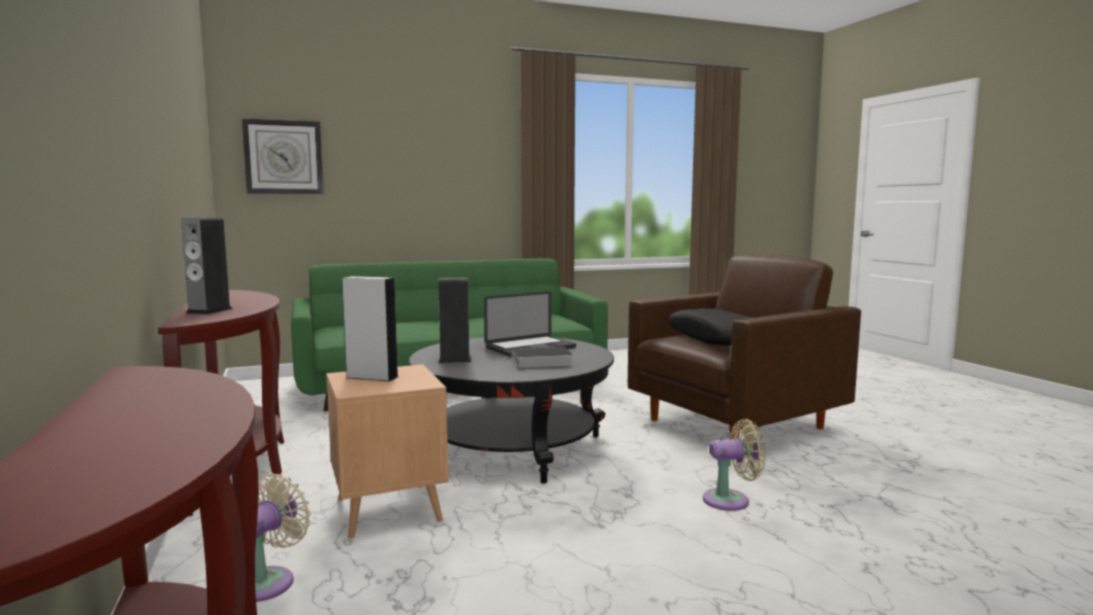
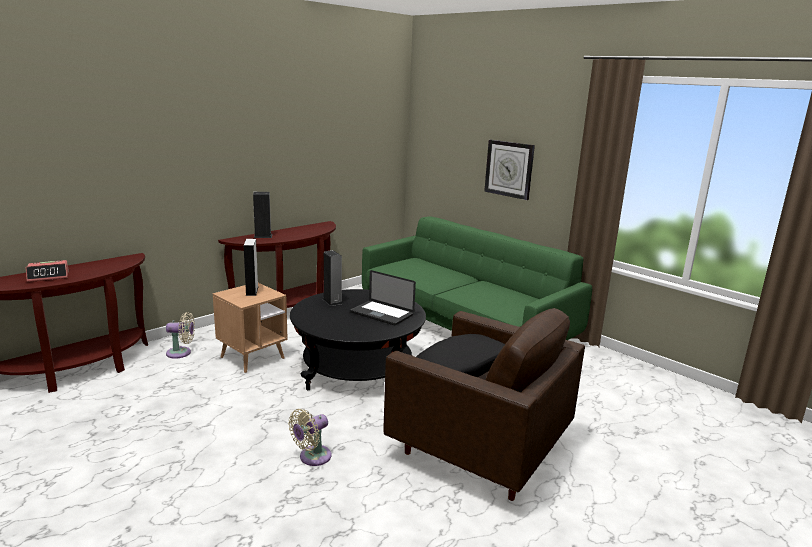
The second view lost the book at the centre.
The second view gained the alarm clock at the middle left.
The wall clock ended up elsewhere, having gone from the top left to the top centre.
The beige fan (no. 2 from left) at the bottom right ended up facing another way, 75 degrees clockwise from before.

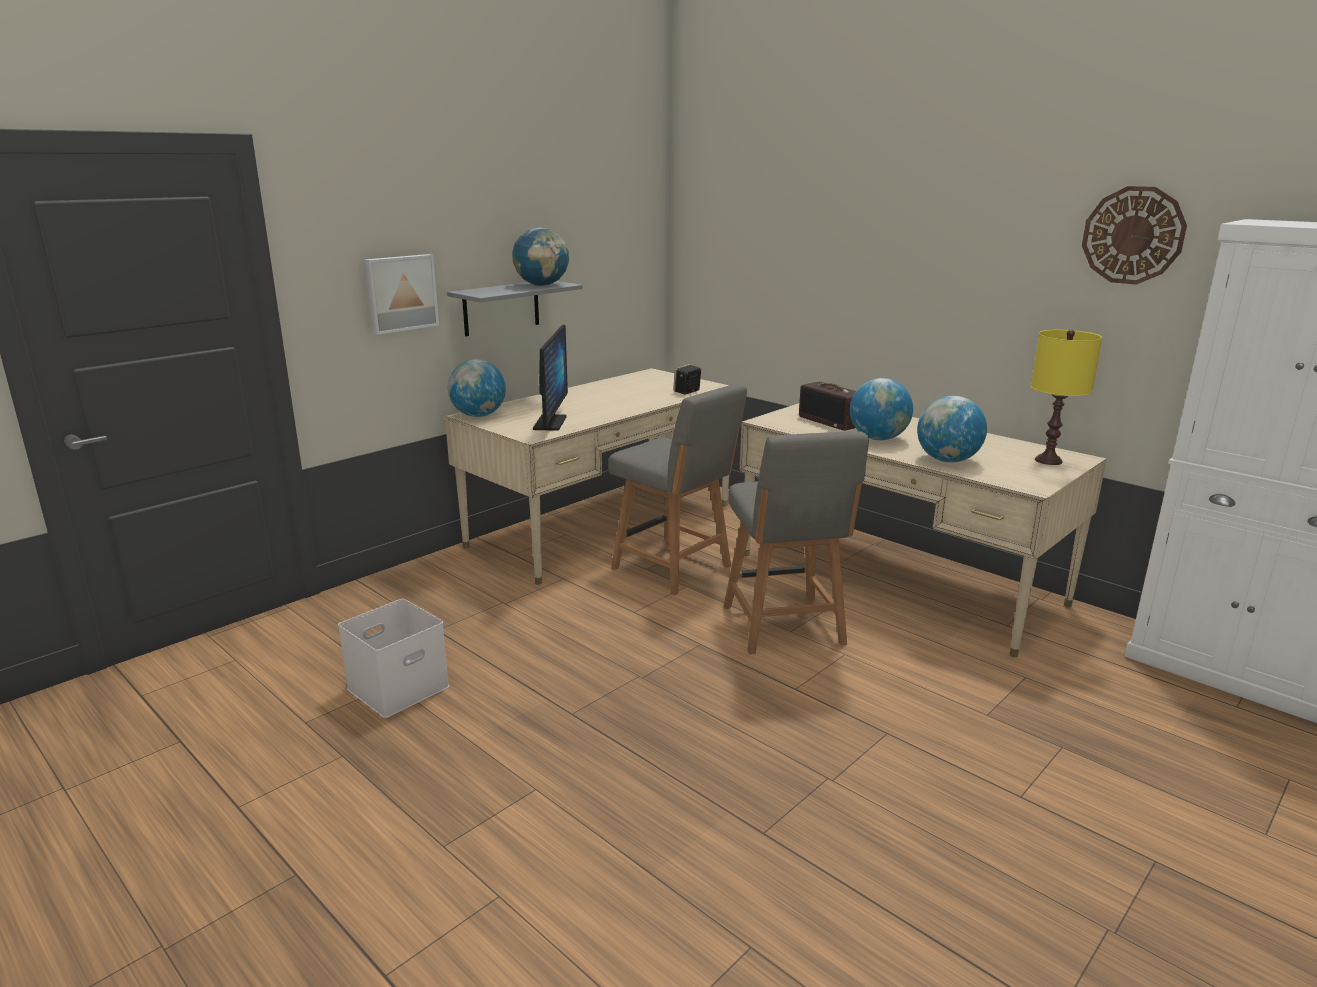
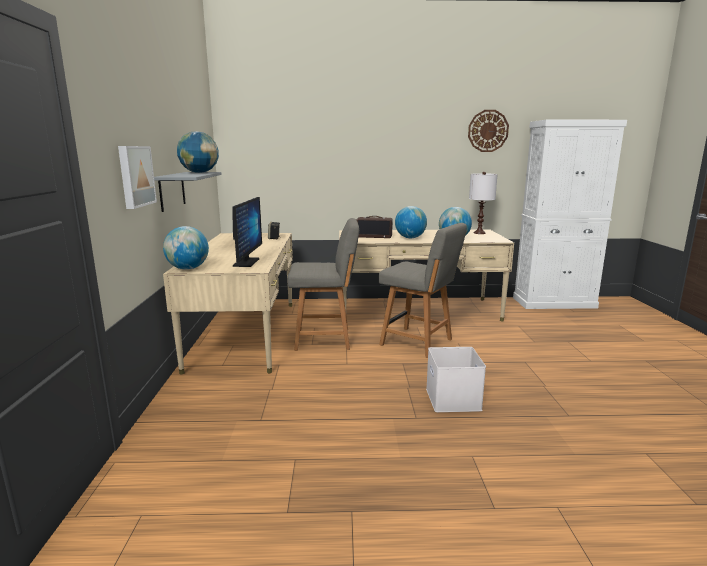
The white storage box ended up elsewhere, having gone from the bottom left to the bottom centre.
What was the yellow table lamp at the middle right turned into the white table lamp at the middle right.
The monitor at the centre ended up facing another way, 45 degrees clockwise from before.

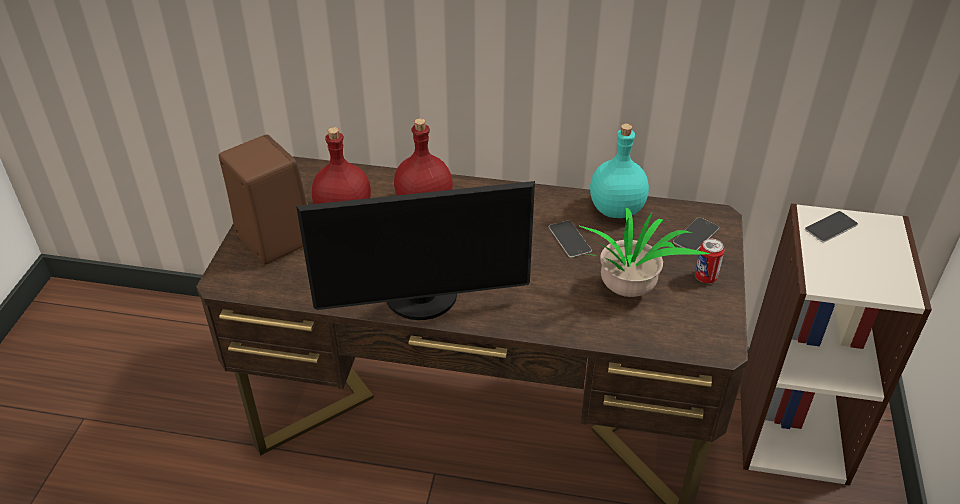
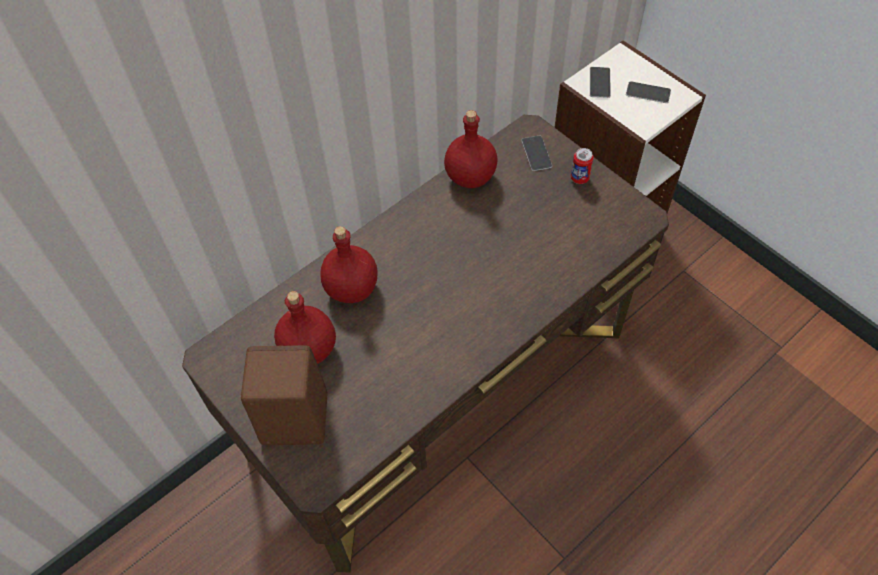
The second view lost the monitor at the centre.
The second view lost the potted plant at the middle right.
The phone (no. 1 from left in the first image) ended up elsewhere, having gone from the centre to the top right.
What was the turquoise bottle at the centre turned into the red bottle (no. 3 from left) at the top centre.

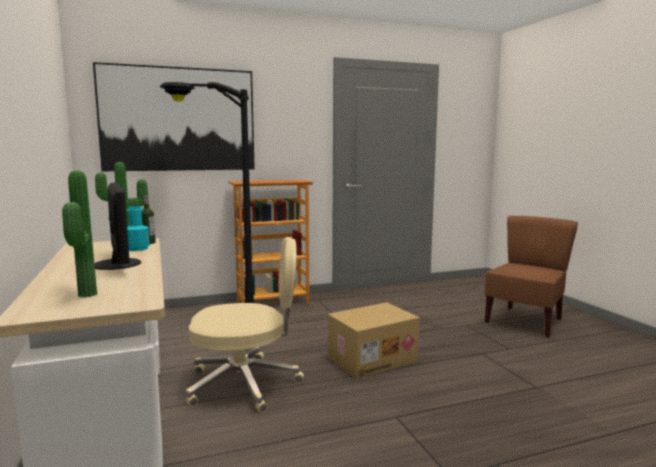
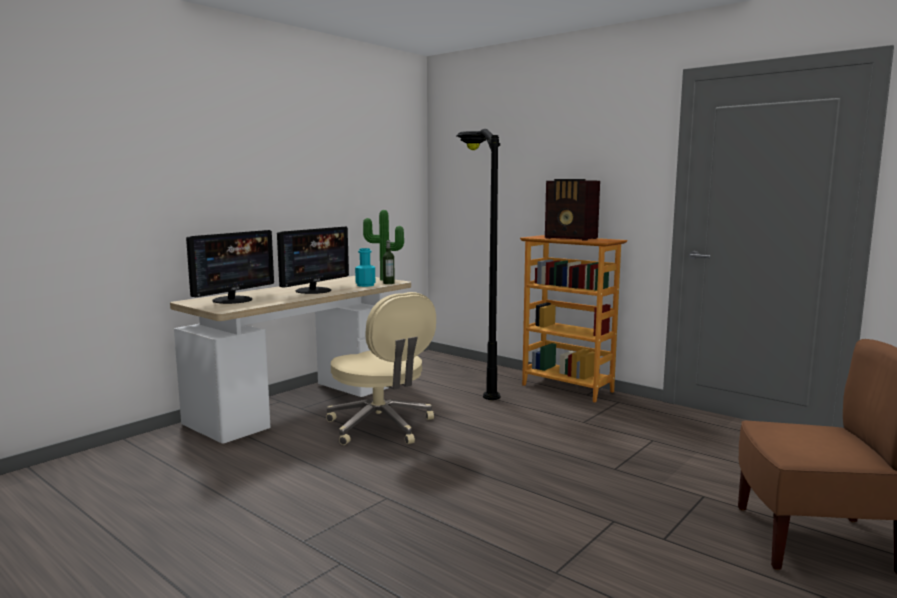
The second view lost the picture at the top left.
The second view lost the cardboard box at the bottom centre.
The second view gained the radio at the centre.
Where the potted plant (no. 1 from left) stood at the middle left, the monitor (no. 1 from left) came to stand at the middle left.

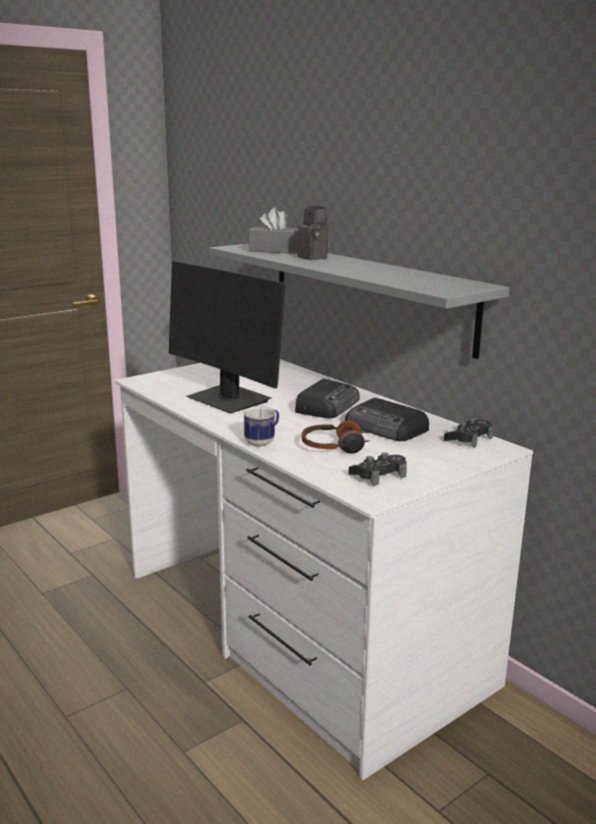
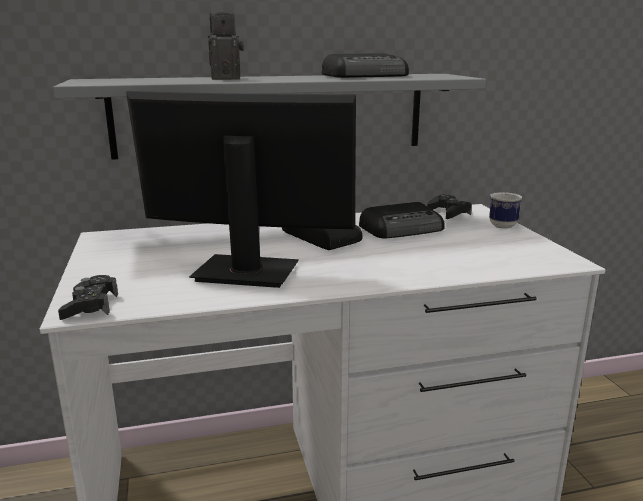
The second view lost the grey tissue box at the top centre.
The second view lost the headphones at the centre.
The second view gained the radio (no. 2 from left) at the top centre.
The mug ended up elsewhere, having gone from the centre to the middle right.
The black game controller (no. 1 from left) ended up elsewhere, having gone from the centre to the middle left.
The monitor at the centre ended up facing another way, 150 degrees counterclockwise from before.

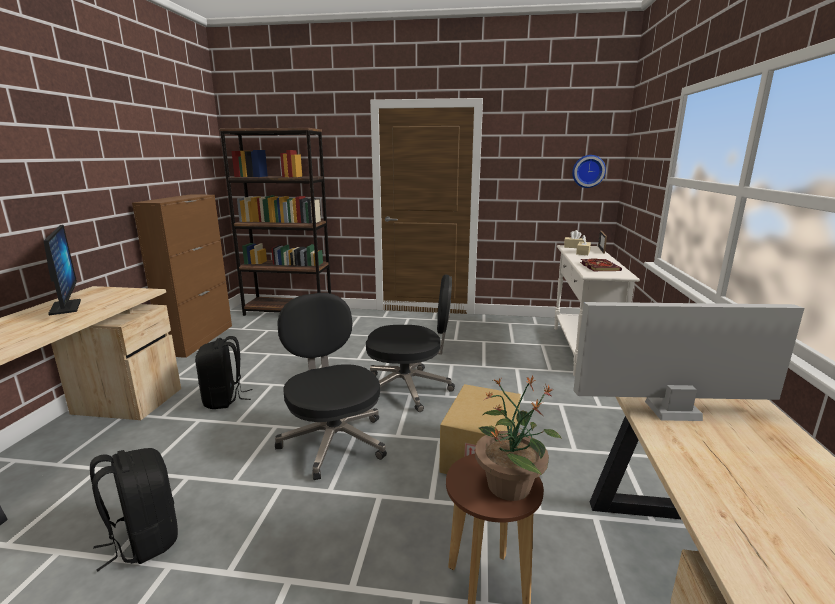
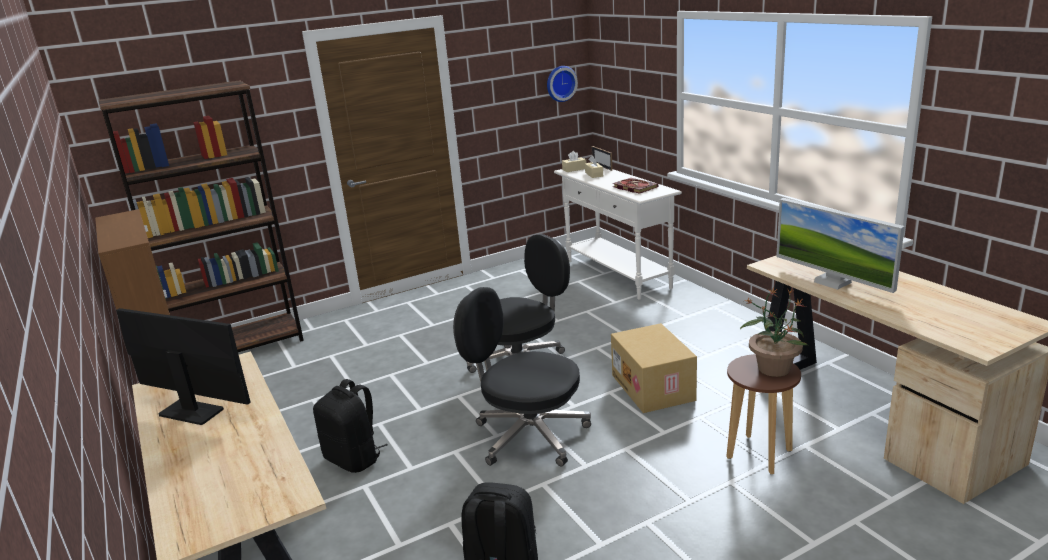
The monitor (no. 2 from left) at the middle right ended up facing another way, 90 degrees counterclockwise from before.

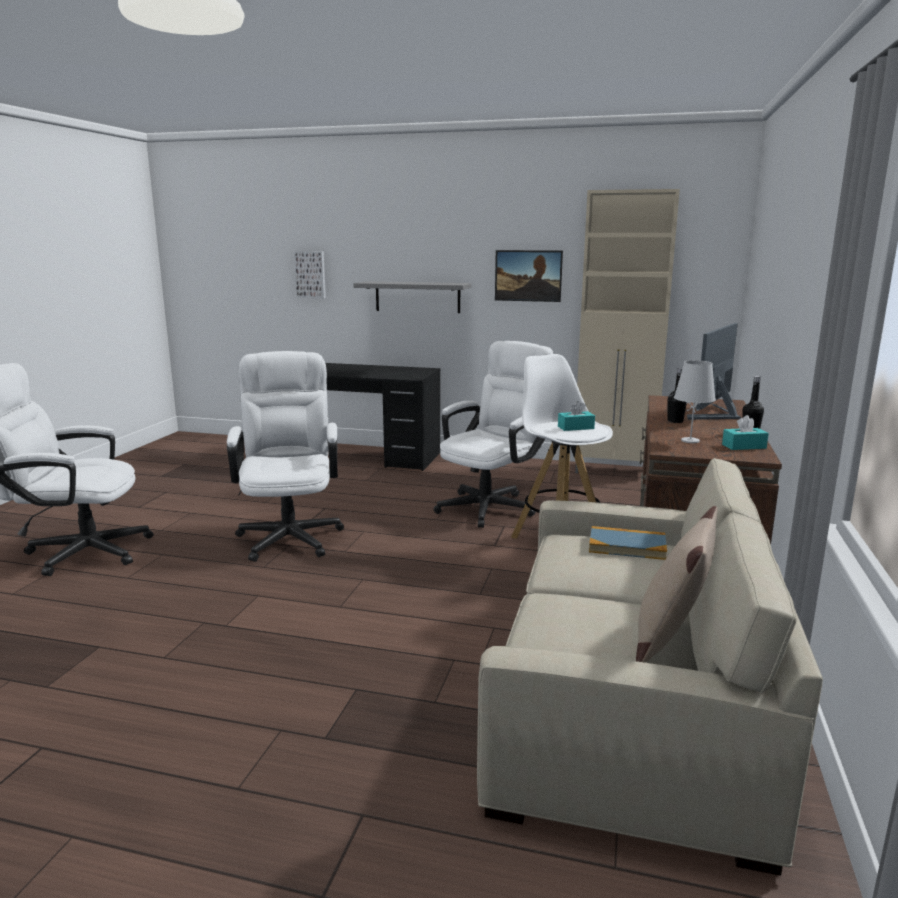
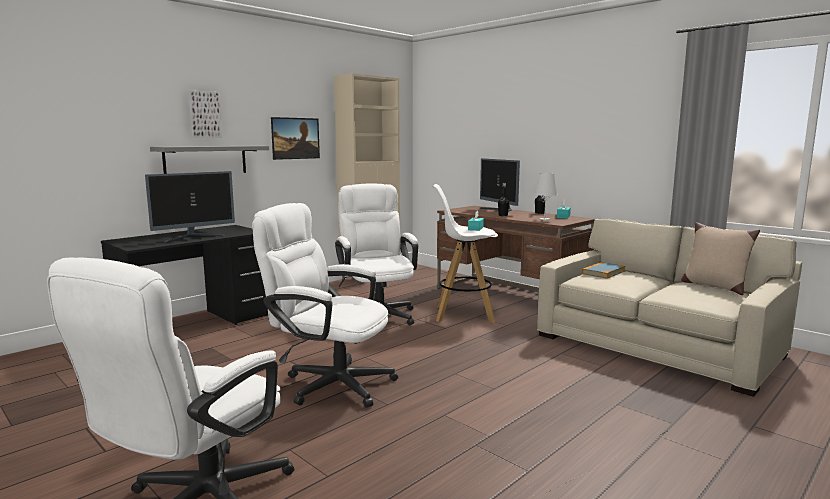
The second view gained the monitor (no. 1 from left) at the middle left.
The picture (no. 1 from left) ended up elsewhere, having gone from the top centre to the top left.

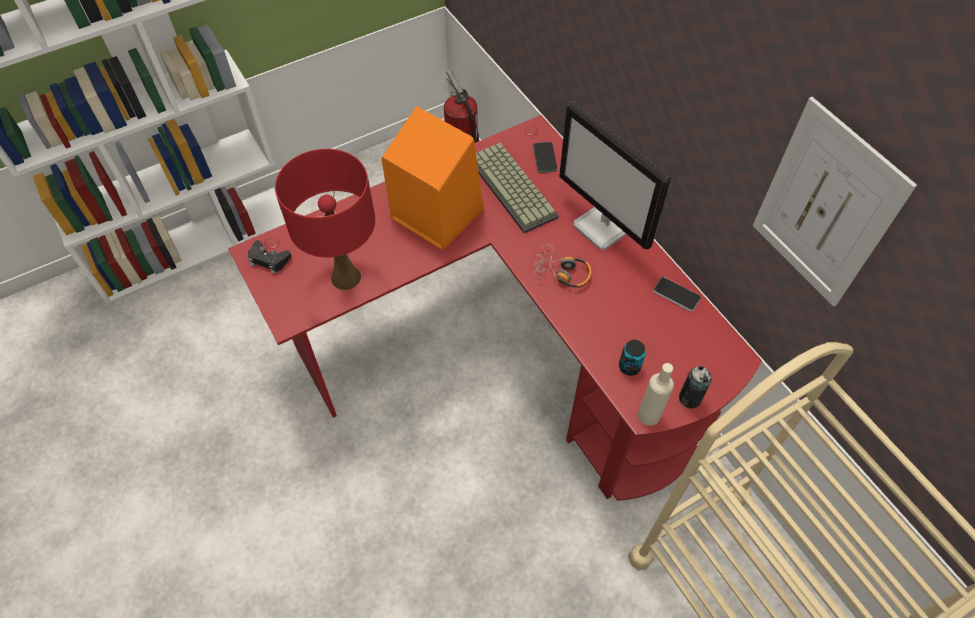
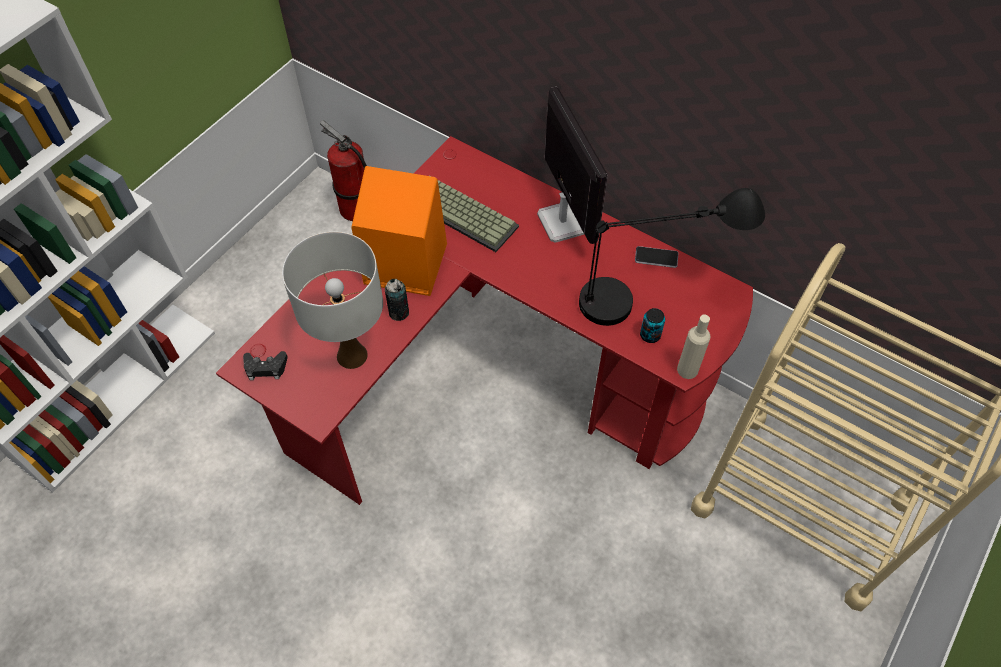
The second view lost the phone (no. 1 from left) at the top centre.
The second view lost the headphones at the centre.
The second view lost the picture at the top right.
The second view gained the black table lamp at the middle right.
The can (no. 2 from left in the first image) ended up elsewhere, having gone from the middle right to the centre.
What was the red table lamp at the centre turned into the white table lamp at the middle left.
The monitor at the top centre ended up facing another way, 135 degrees counterclockwise from before.

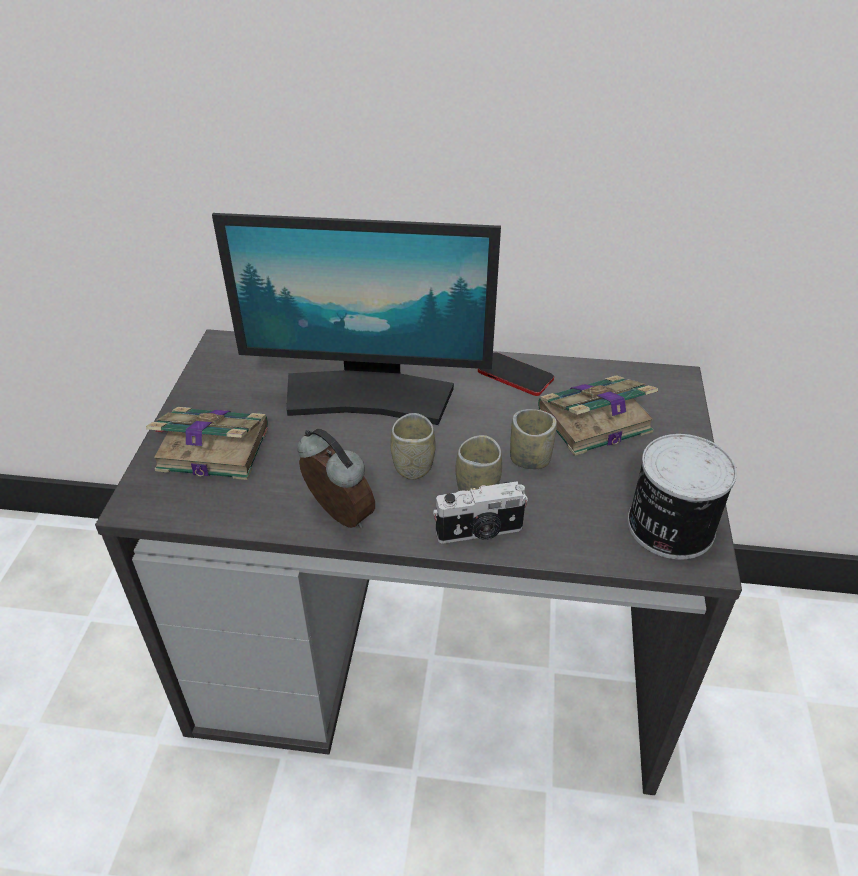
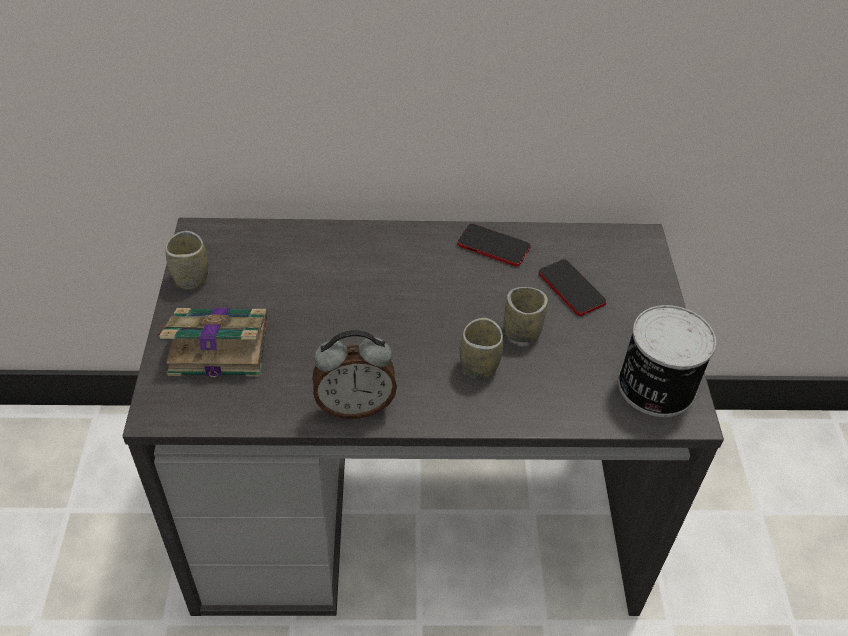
The second view lost the monitor at the centre.
The second view lost the photo camera at the centre.
The cup (no. 1 from left) ended up elsewhere, having gone from the centre to the middle left.
Where the book (no. 2 from left) stood at the middle right, the phone (no. 2 from left) came to stand at the middle right.
The alarm clock at the centre ended up facing another way, 135 degrees clockwise from before.

